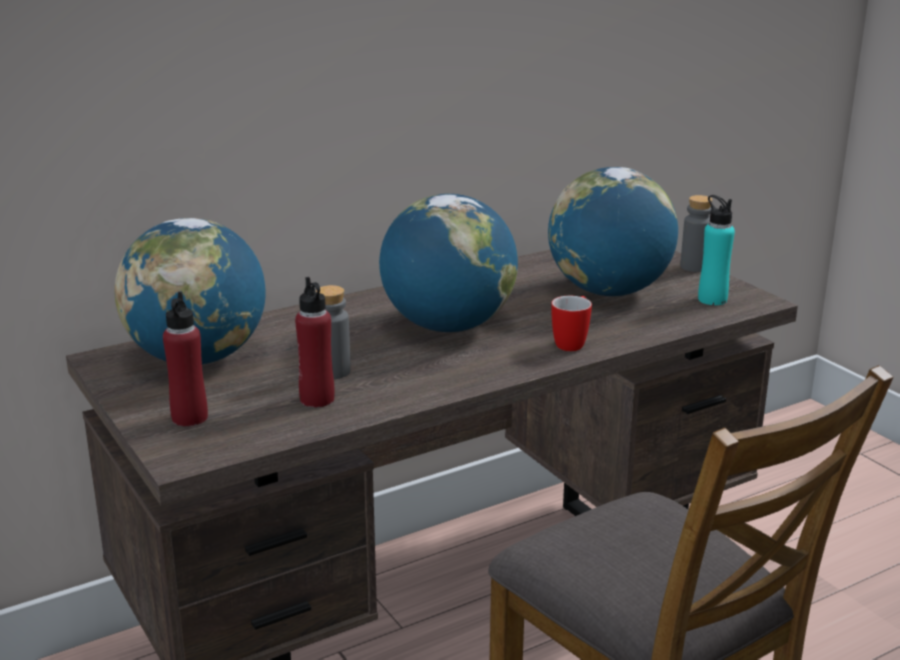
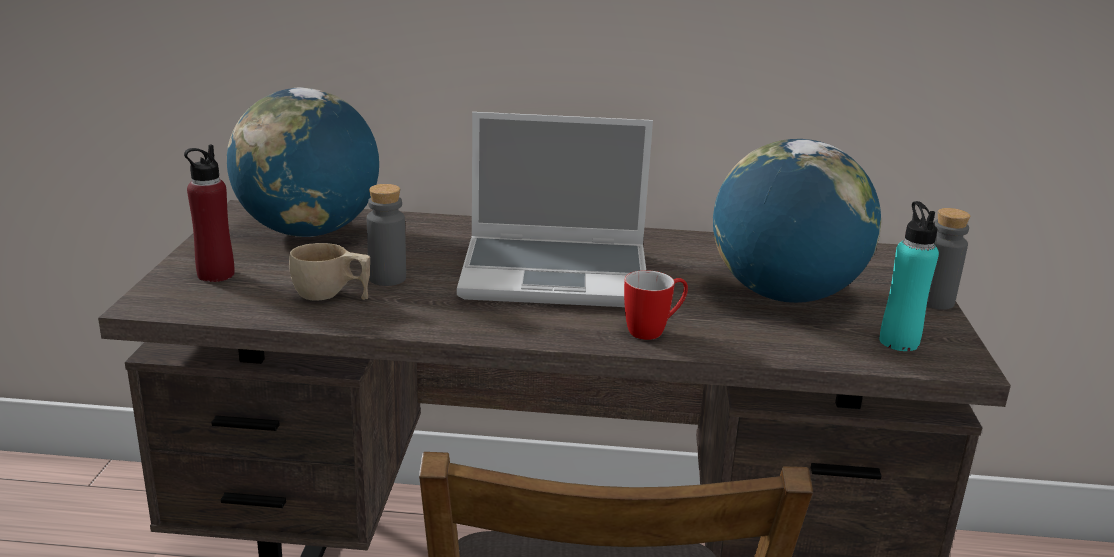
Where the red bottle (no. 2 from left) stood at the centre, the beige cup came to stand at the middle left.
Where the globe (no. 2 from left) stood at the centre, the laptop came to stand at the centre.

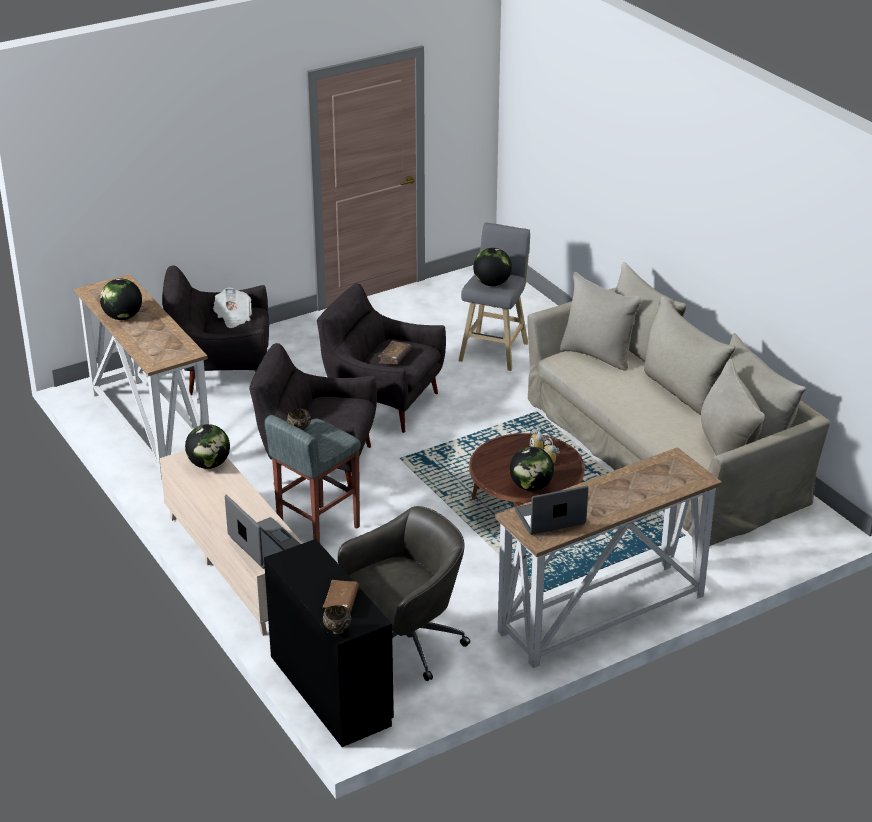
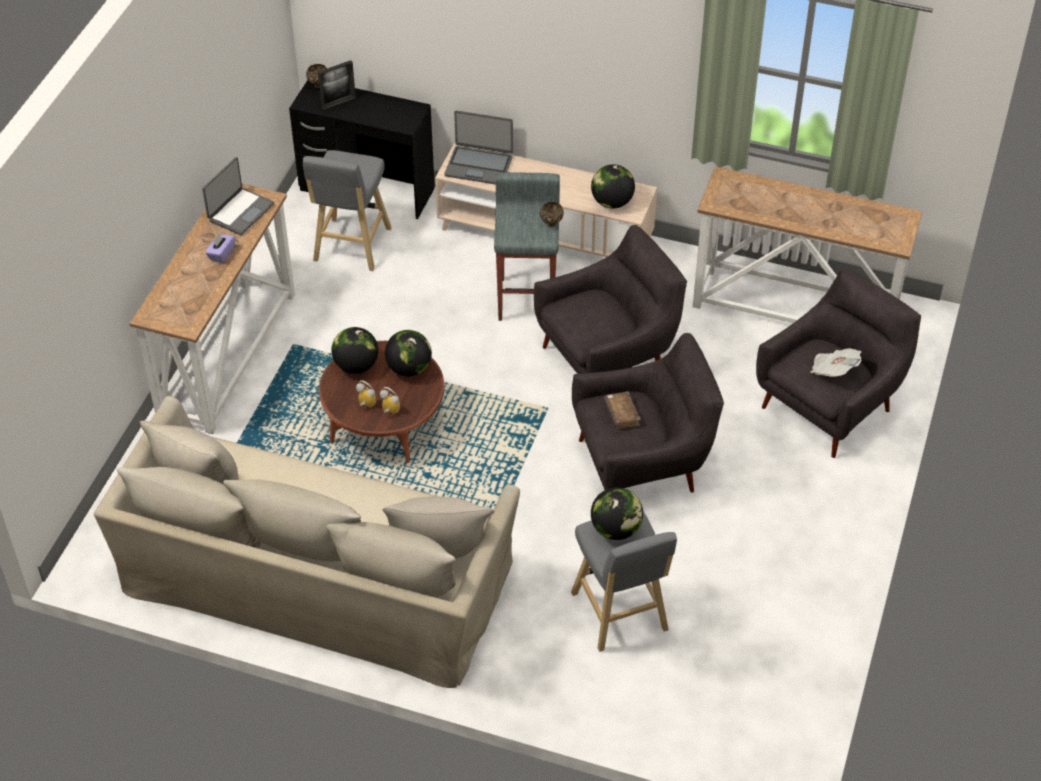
The second view gained the purple tissue box at the top left.
The globe (no. 1 from left in the first image) ended up elsewhere, having gone from the middle left to the centre.
Where the brown book (no. 1 from left) stood at the bottom centre, the picture frame came to stand at the top left.
Where the grey office chair stood at the bottom centre, the grey stool (no. 1 from left) came to stand at the top centre.

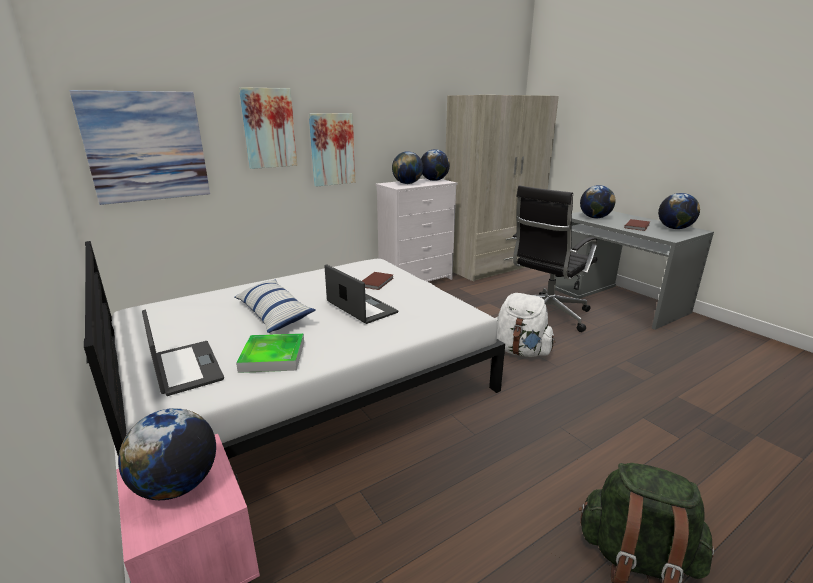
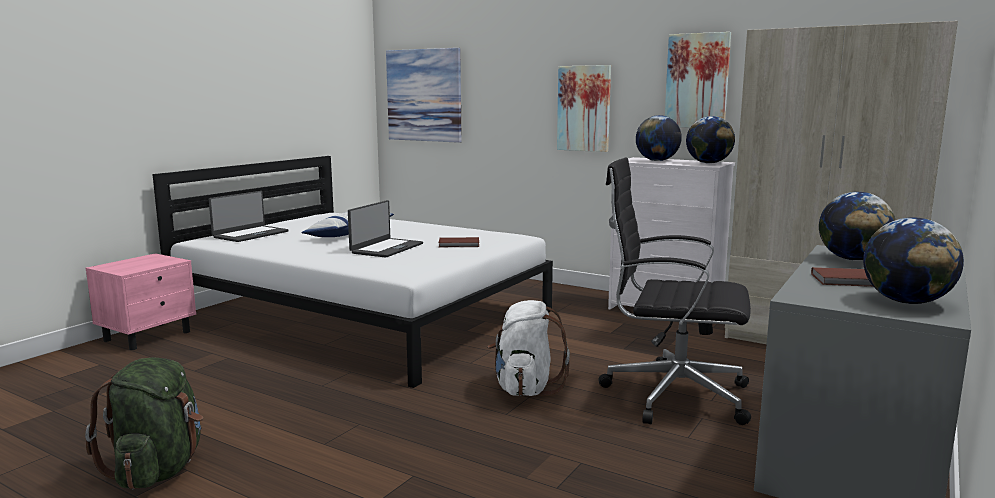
The second view lost the globe (no. 1 from left) at the bottom left.
The second view lost the tray at the middle left.
The picture (no. 2 from left in the first image) ended up elsewhere, having gone from the top left to the top right.

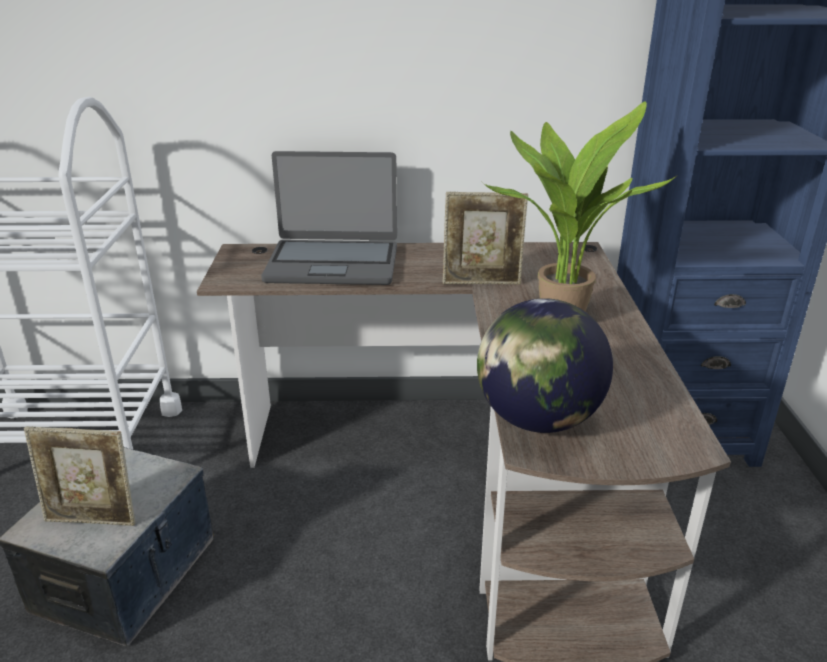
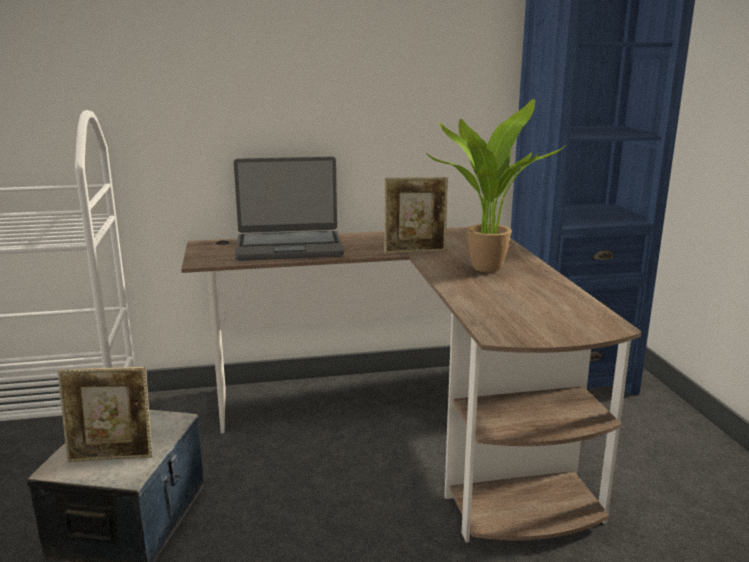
The second view lost the globe at the centre.

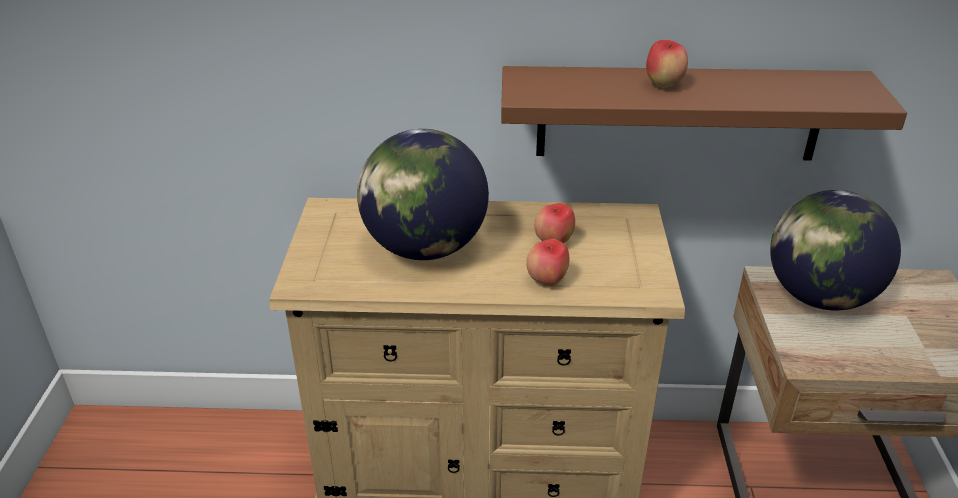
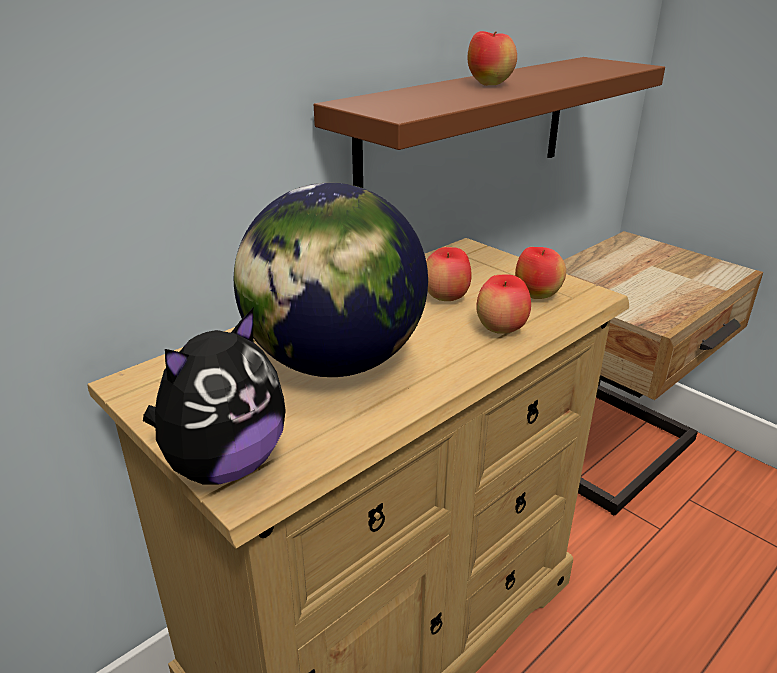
The second view lost the globe (no. 2 from left) at the middle right.
The second view gained the plush toy at the middle left.
The second view gained the apple (no. 4 from left) at the middle right.

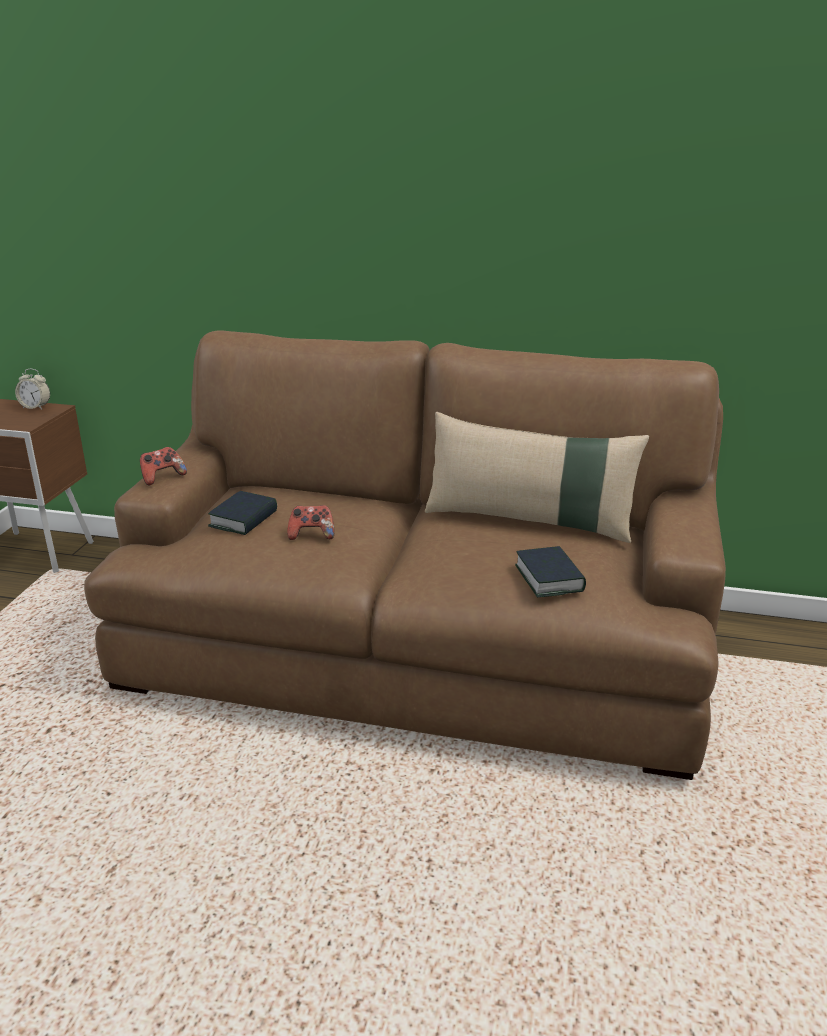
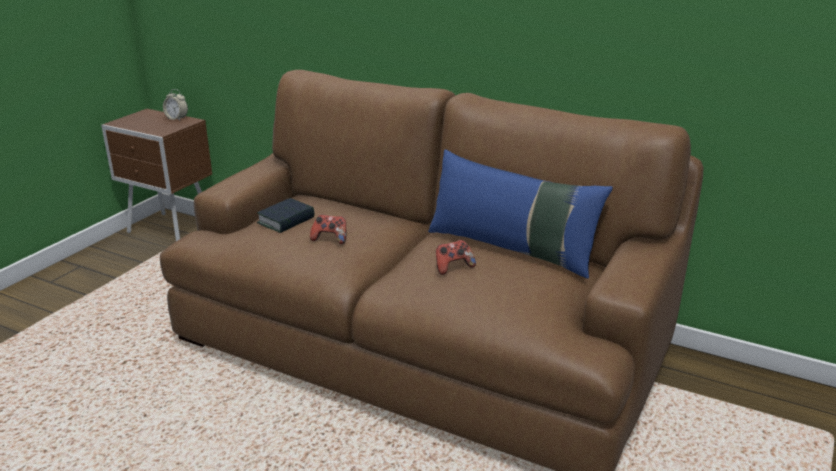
The second view lost the book (no. 2 from left) at the centre.
The game controller (no. 1 from left in the first image) ended up elsewhere, having gone from the middle left to the centre.
What was the beige pillow at the centre turned into the blue pillow at the centre.

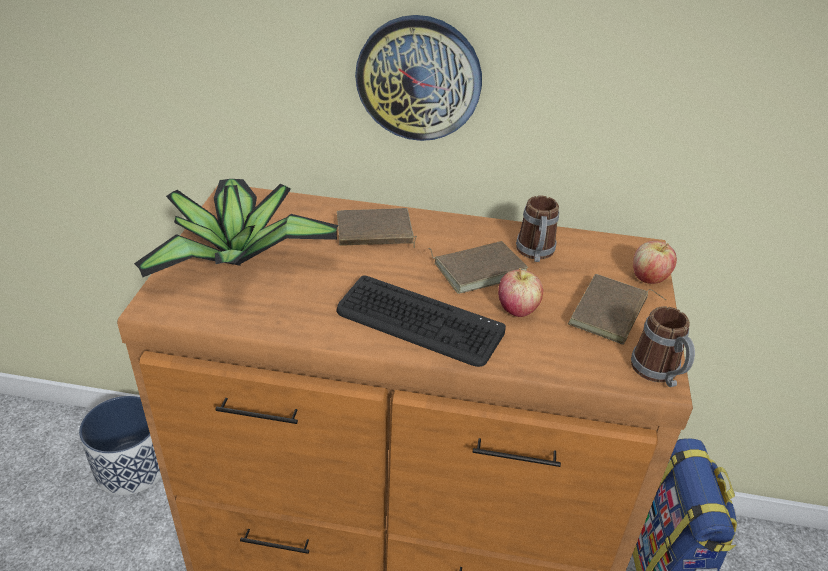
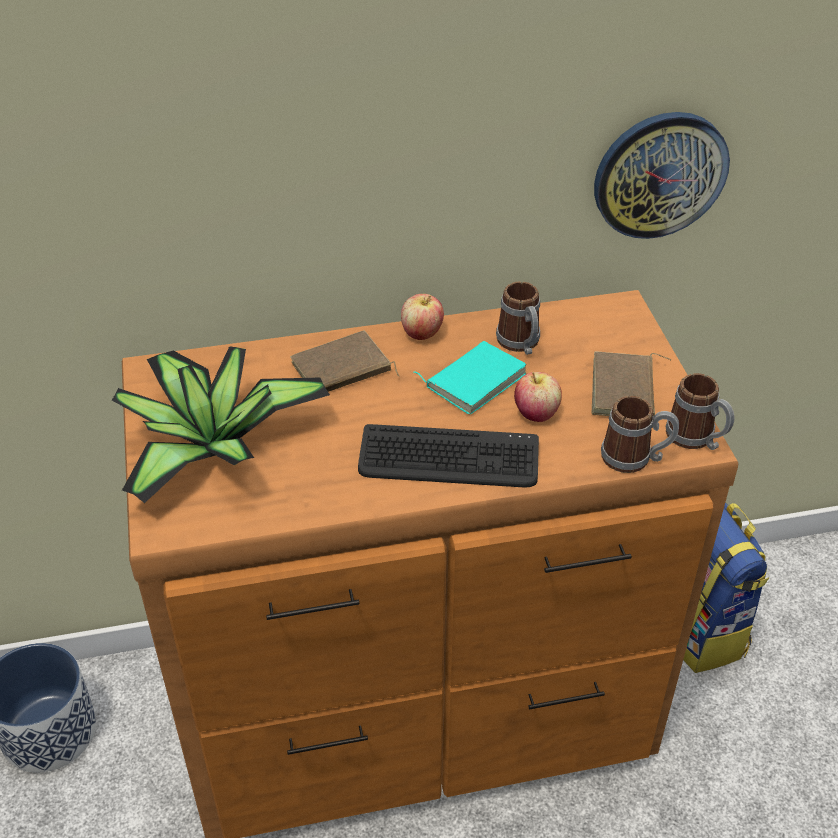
The second view gained the mug (no. 2 from left) at the middle right.
The wall clock ended up elsewhere, having gone from the top centre to the top right.
The apple (no. 2 from left in the first image) ended up elsewhere, having gone from the middle right to the centre.
What was the brown book (no. 2 from left) at the centre turned into the turquoise book at the centre.

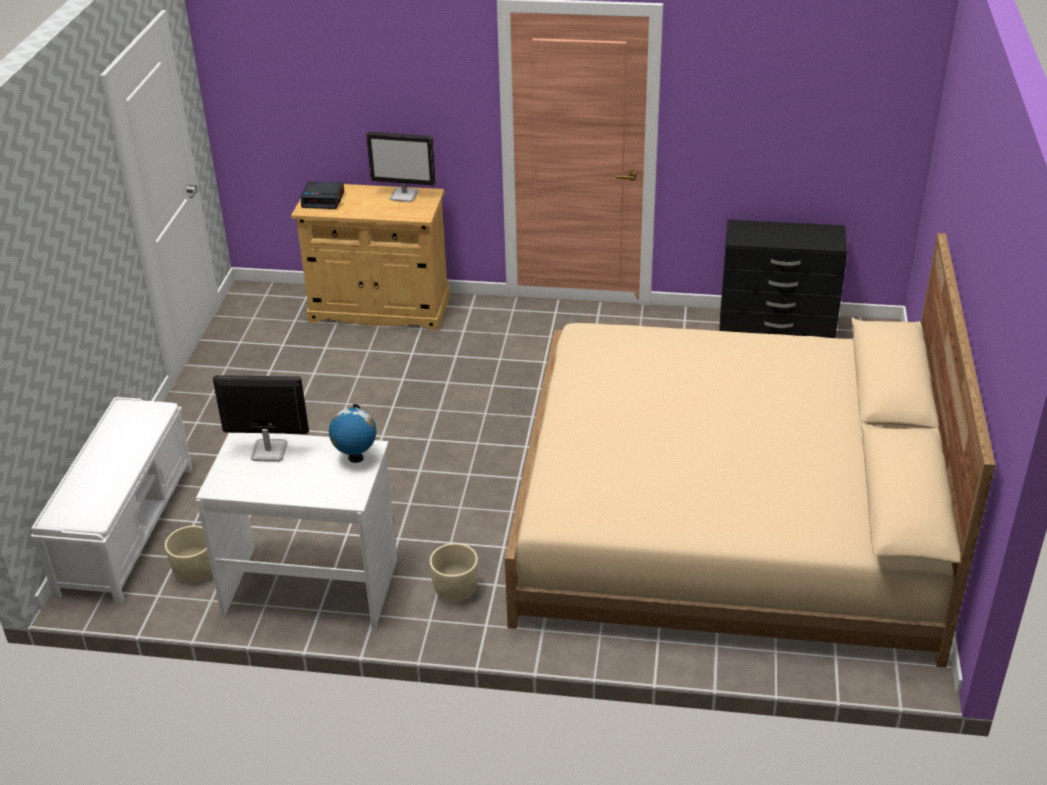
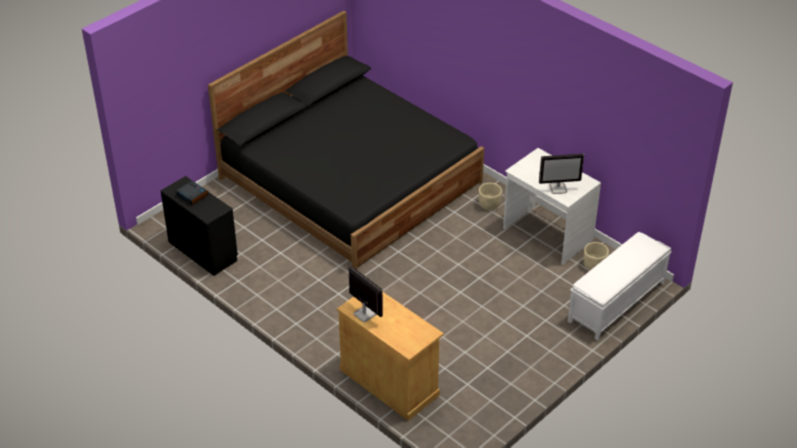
The second view lost the globe at the centre.
The alarm clock ended up elsewhere, having gone from the top left to the middle left.
What was the beige bed at the middle right turned into the black bed at the top centre.
The monitor (no. 1 from left in the first image) at the middle left ended up facing another way, 45 degrees counterclockwise from before.

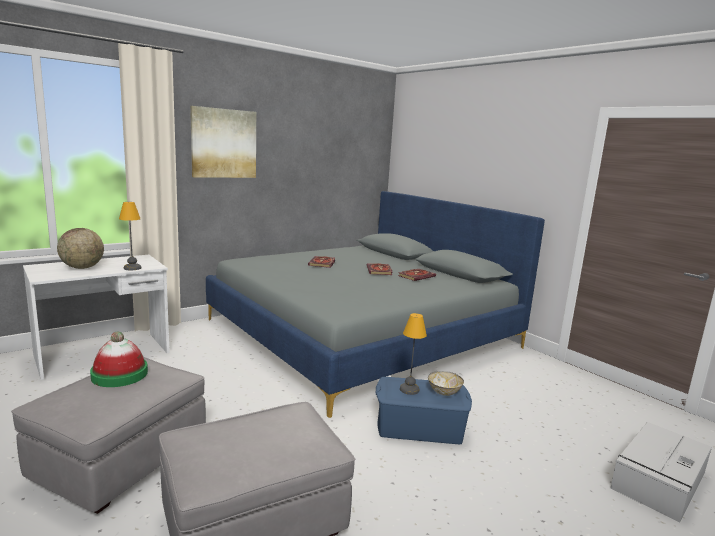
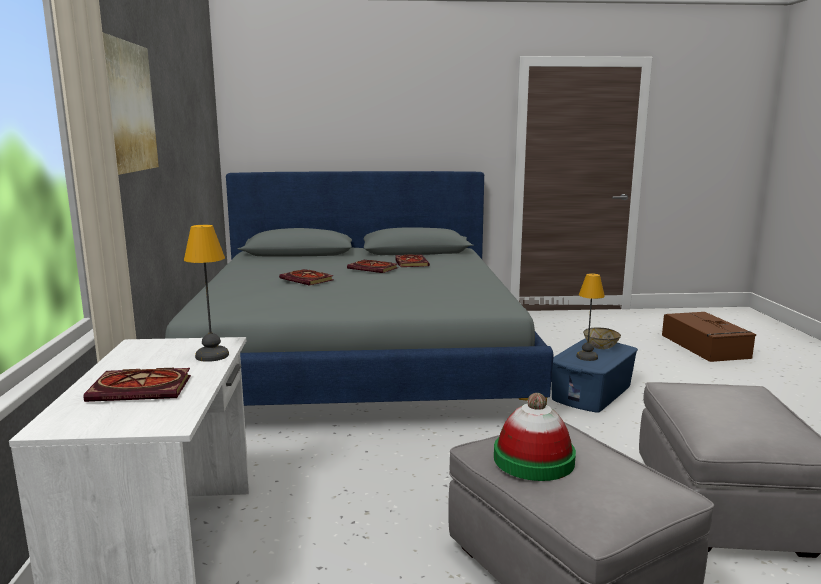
Where the globe stood at the middle left, the book (no. 1 from left) came to stand at the middle left.
What was the grey storage box at the bottom right turned into the brown storage box at the middle right.

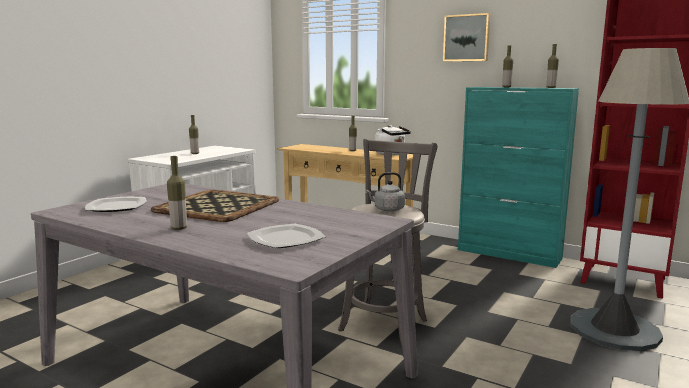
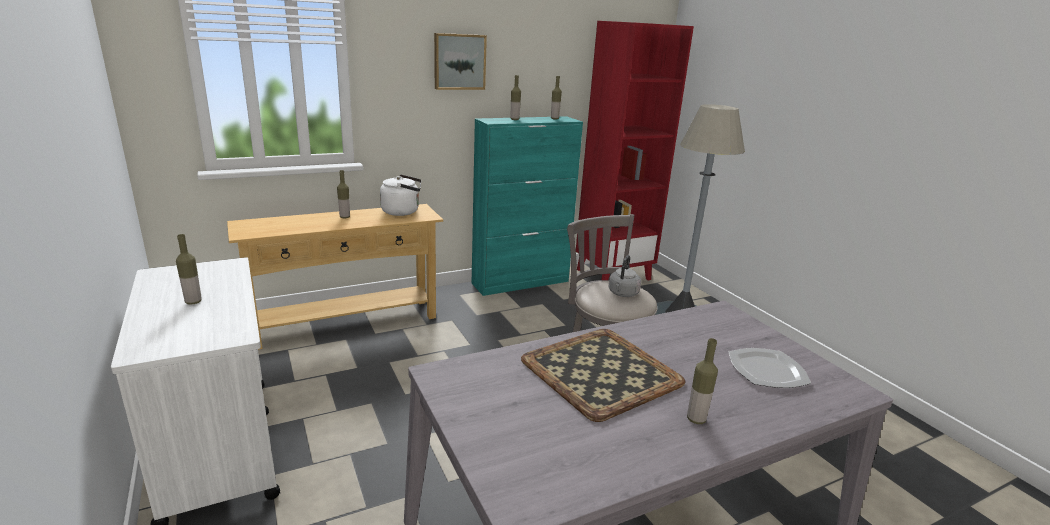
The second view lost the plate (no. 1 from left) at the middle left.

